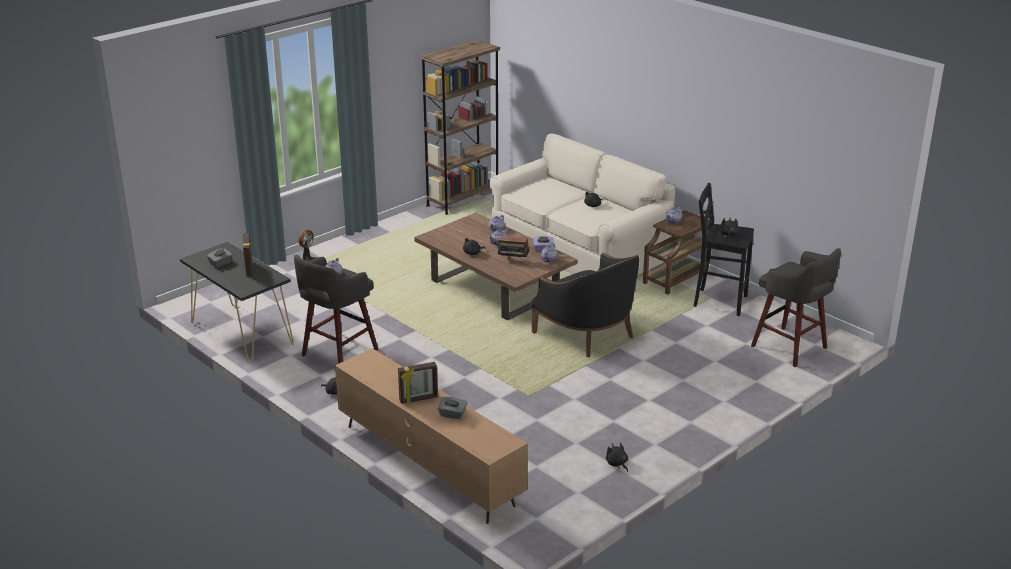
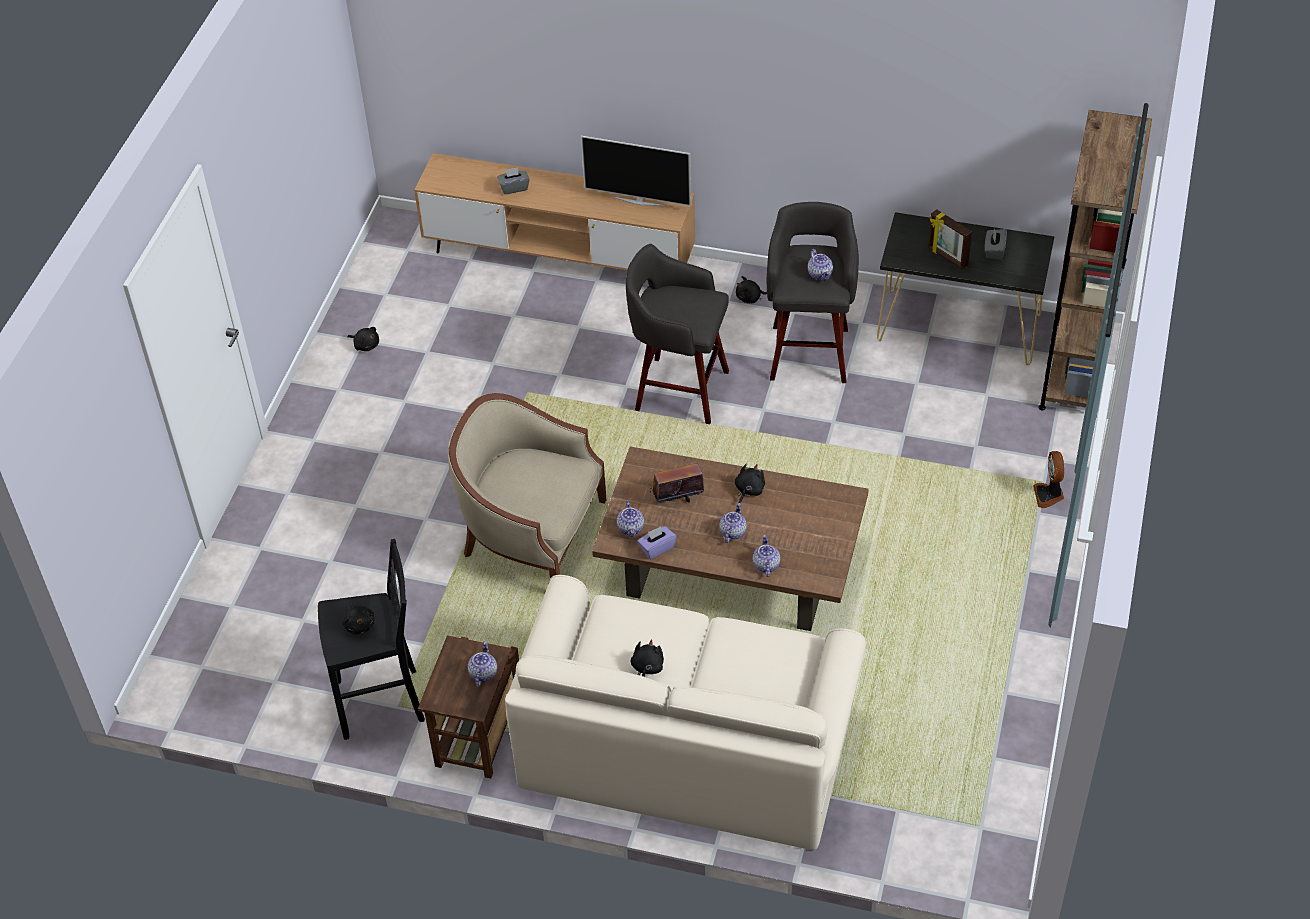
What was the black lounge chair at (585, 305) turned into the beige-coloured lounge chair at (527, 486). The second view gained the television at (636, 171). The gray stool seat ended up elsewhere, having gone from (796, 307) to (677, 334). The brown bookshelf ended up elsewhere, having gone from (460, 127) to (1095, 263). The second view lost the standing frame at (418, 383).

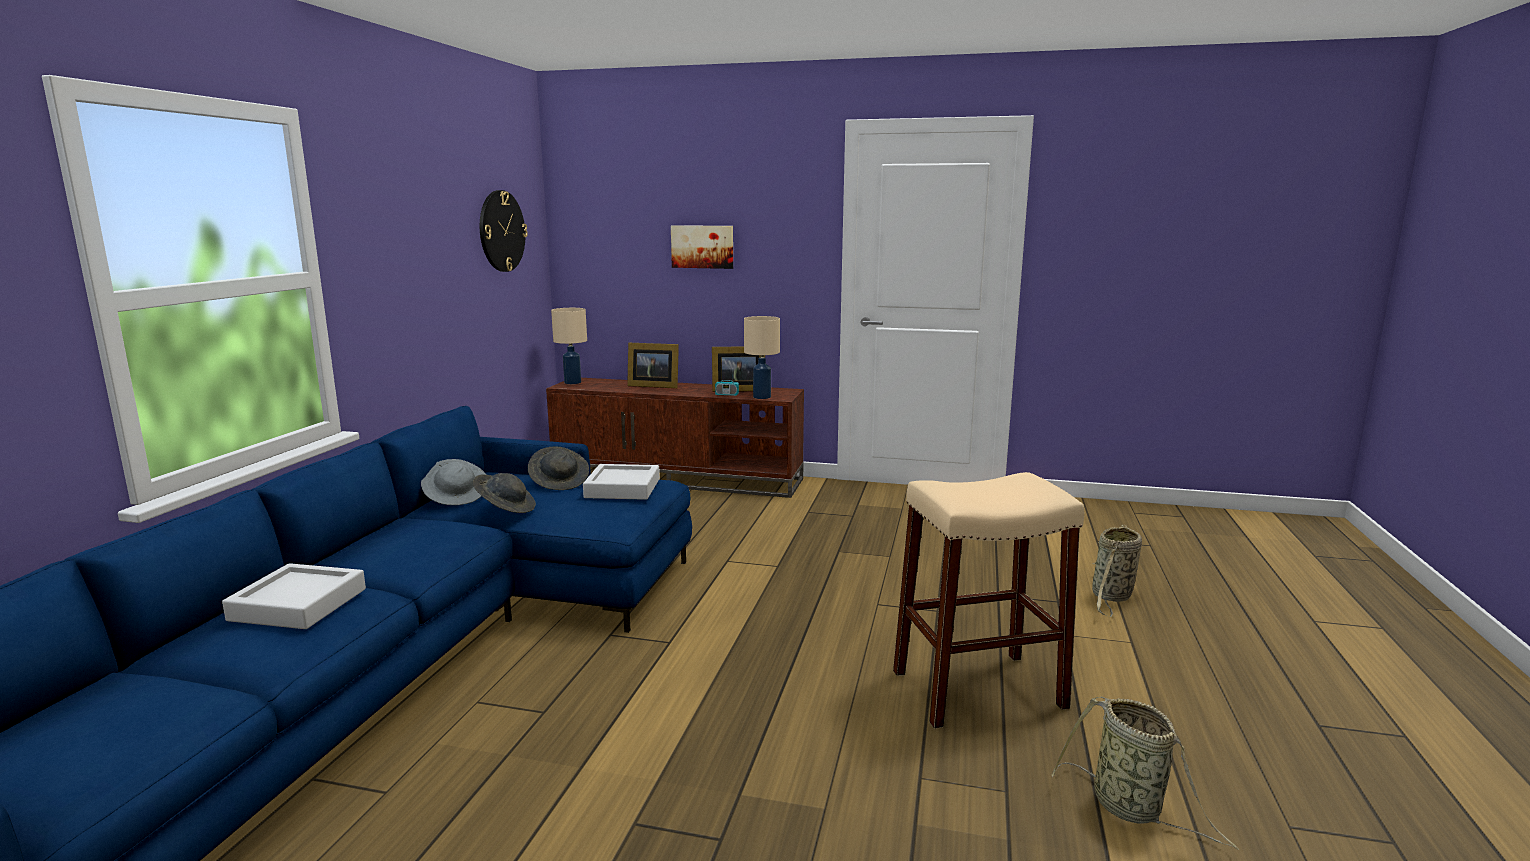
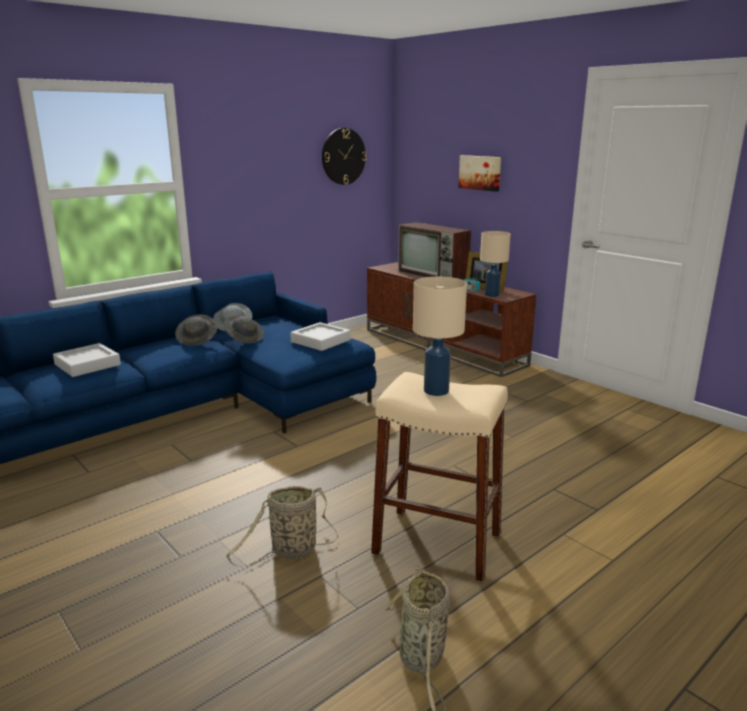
The gray hat ended up elsewhere, having gone from (558, 468) to (196, 330). The household basket ended up elsewhere, having gone from (1117, 571) to (282, 526). Where the standing frame stood at (653, 365), the television came to stand at (434, 251). The beige-coloured tabletop lamp ended up elsewhere, having gone from (569, 346) to (440, 336).

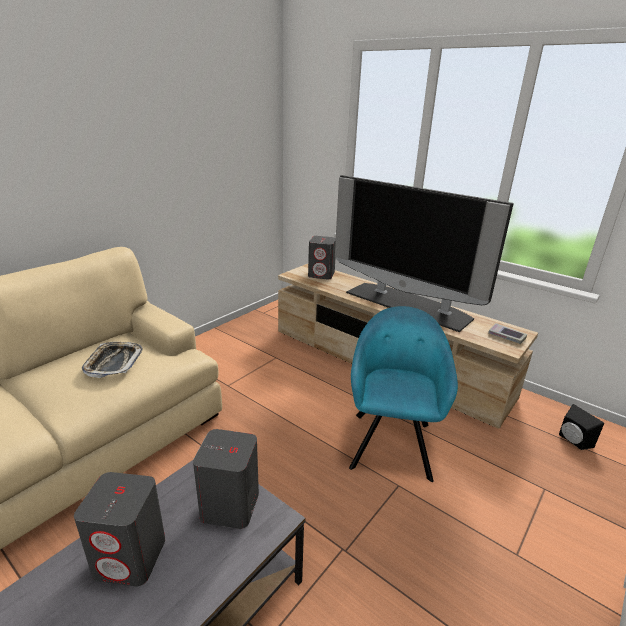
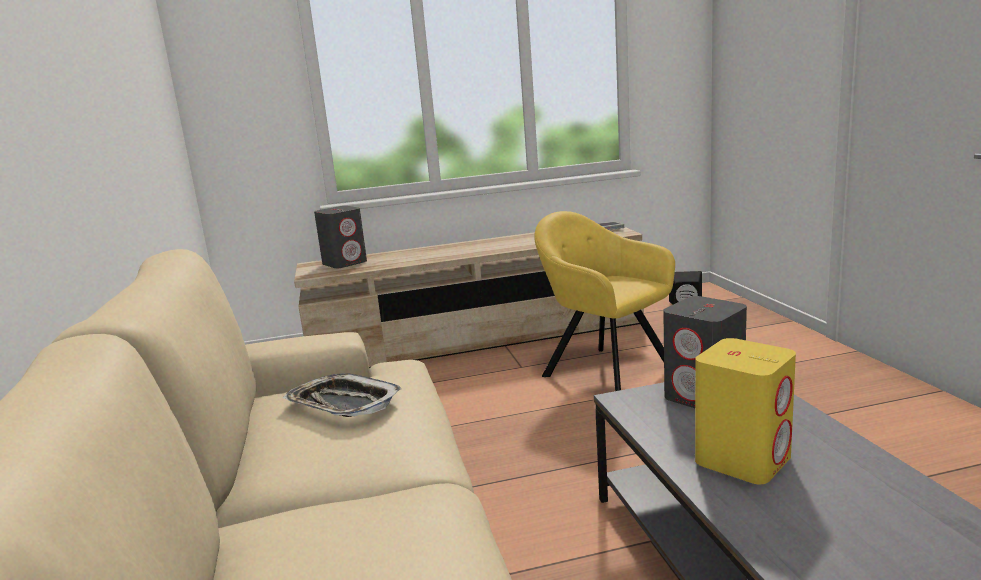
What was the turquoise lounge chair at (403, 394) turned into the yellow lounge chair at (604, 301). What was the gray loudspeaker at (119, 529) turned into the yellow loudspeaker at (745, 411). The second view lost the television at (424, 253).

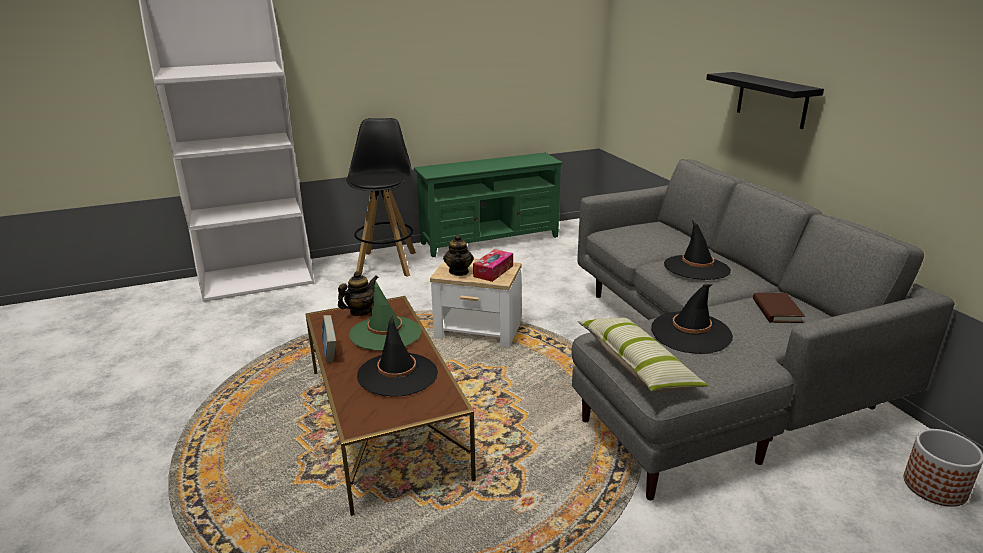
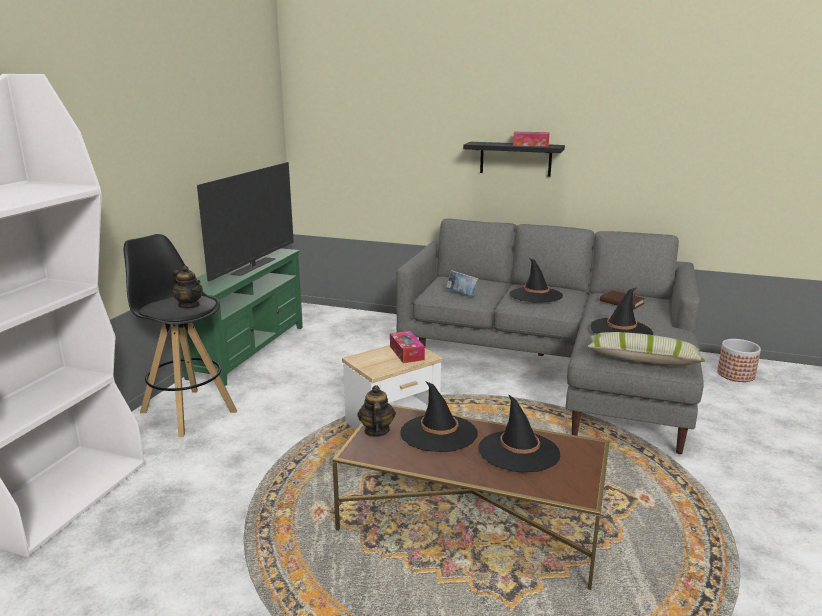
The tea pot ended up elsewhere, having gone from (458, 255) to (187, 287). The second view gained the television at (245, 221). What was the green hat at (385, 316) turned into the black hat at (439, 416). The bound book ended up elsewhere, having gone from (328, 338) to (462, 283). The second view gained the tissue box at (531, 139).

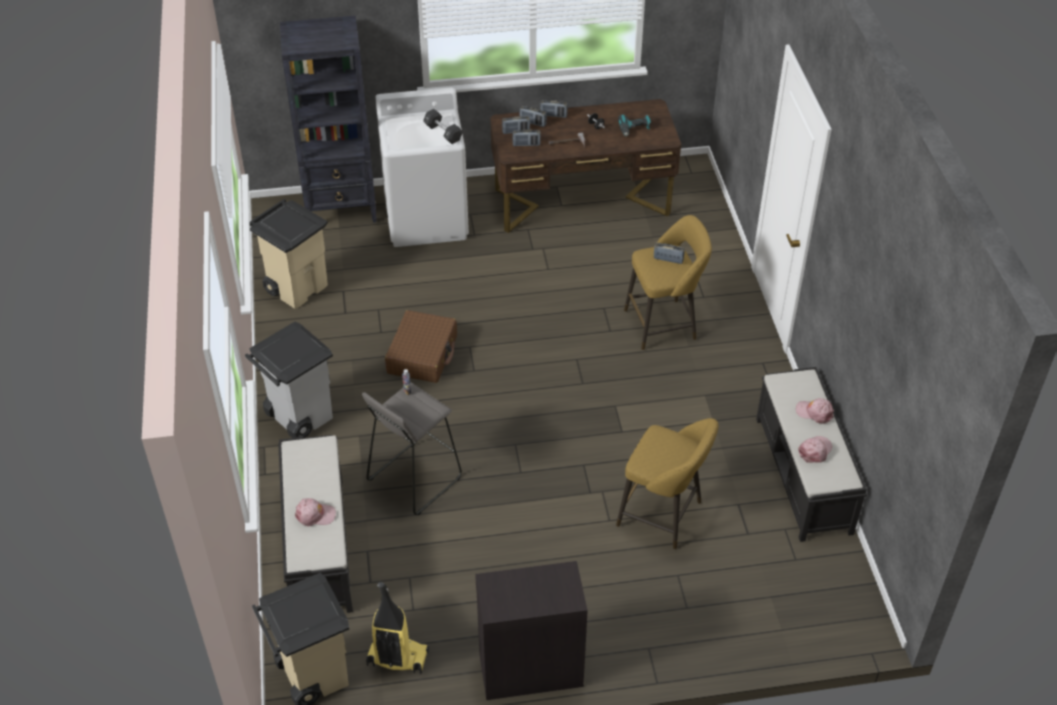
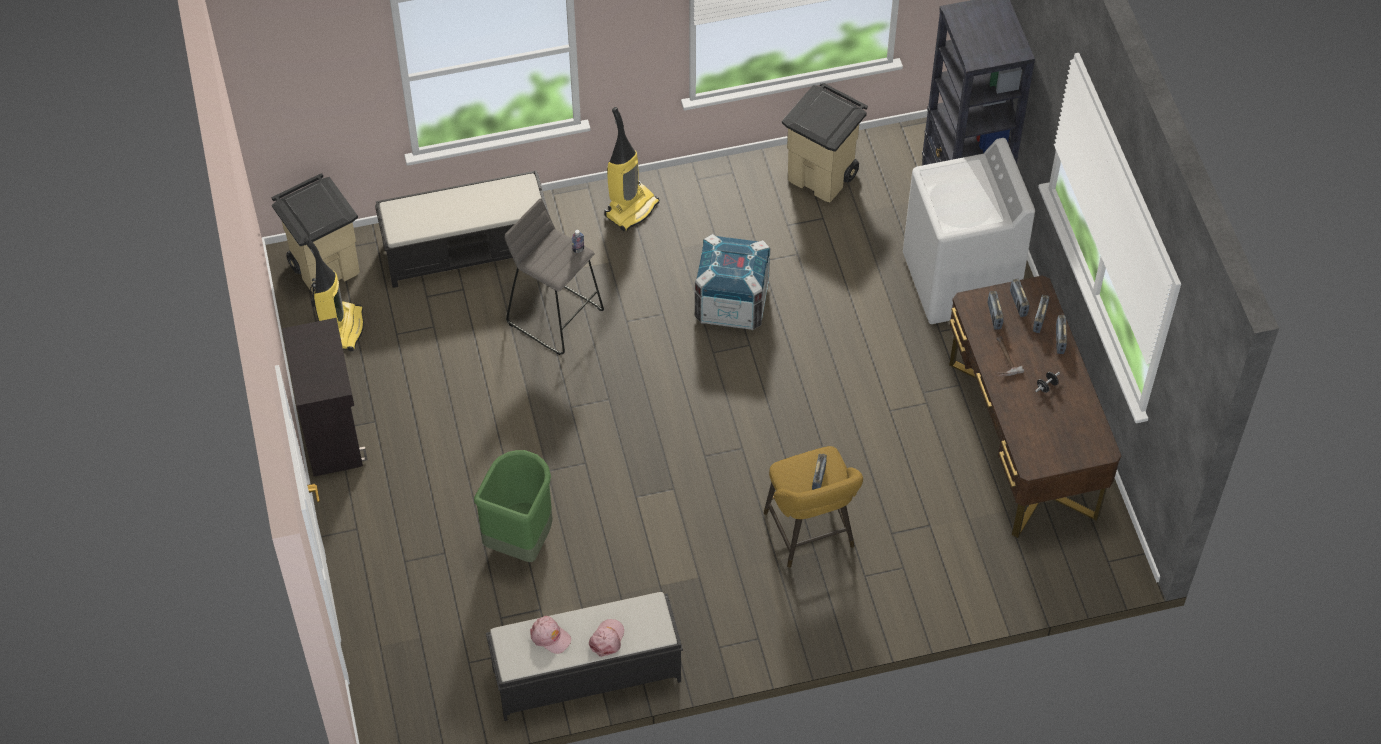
Where the yellow stool seat stood at (667, 483), the green trash can came to stand at (513, 506). Where the gray trash can stood at (289, 380), the vacuum cleaner came to stand at (632, 169). Where the brown piece of luggage stood at (421, 346), the crate came to stand at (732, 282). The second view lost the pinkish peaked cap at (315, 512). The second view lost the black hand weight at (443, 126). The second view lost the drill at (634, 125).

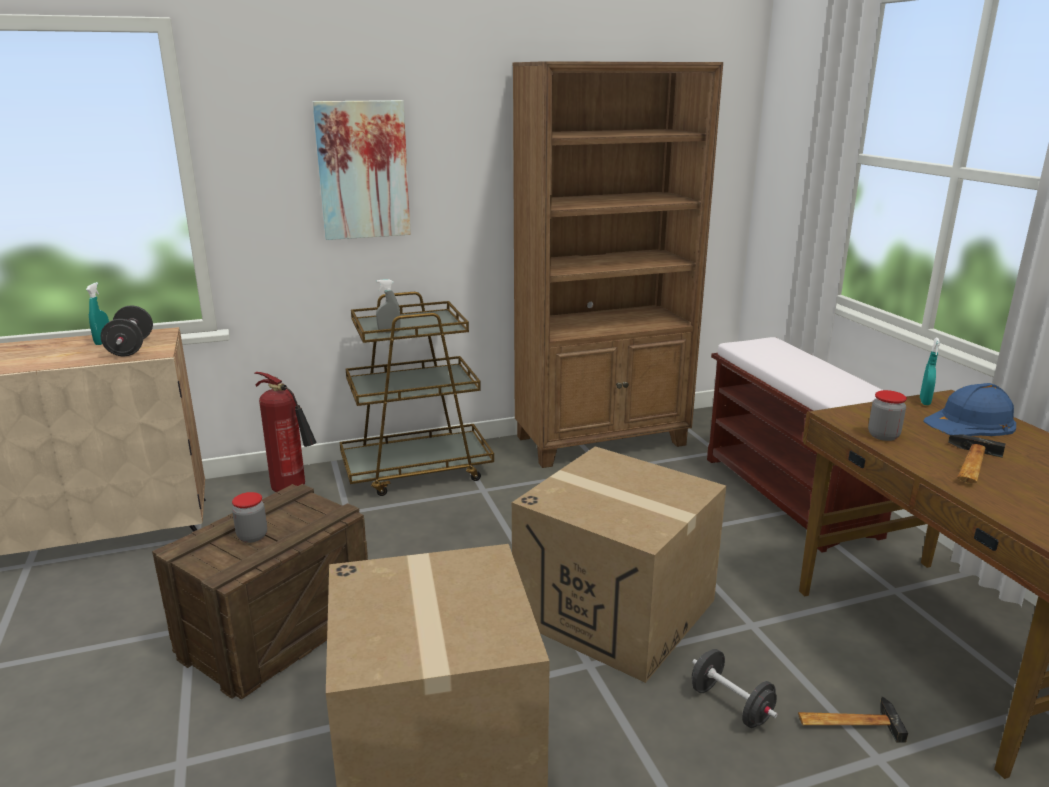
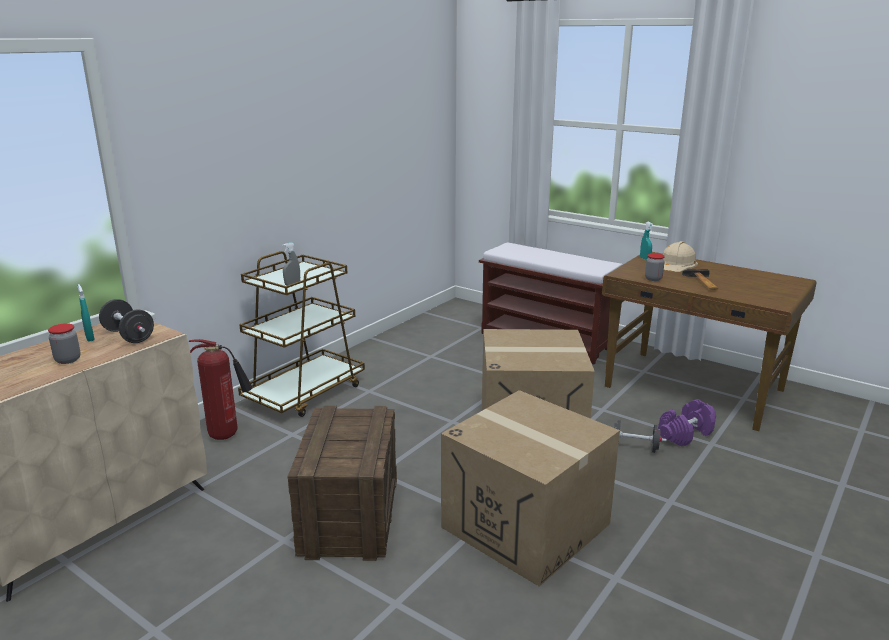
The jar ended up elsewhere, having gone from (249, 517) to (64, 343). Where the hammer stood at (853, 720), the purplish hand weight came to stand at (687, 422). What was the blue hard hat at (969, 409) turned into the beige-coloured hard hat at (680, 256). The second view lost the wall art at (362, 170). The second view lost the brown bookshelf at (618, 264).

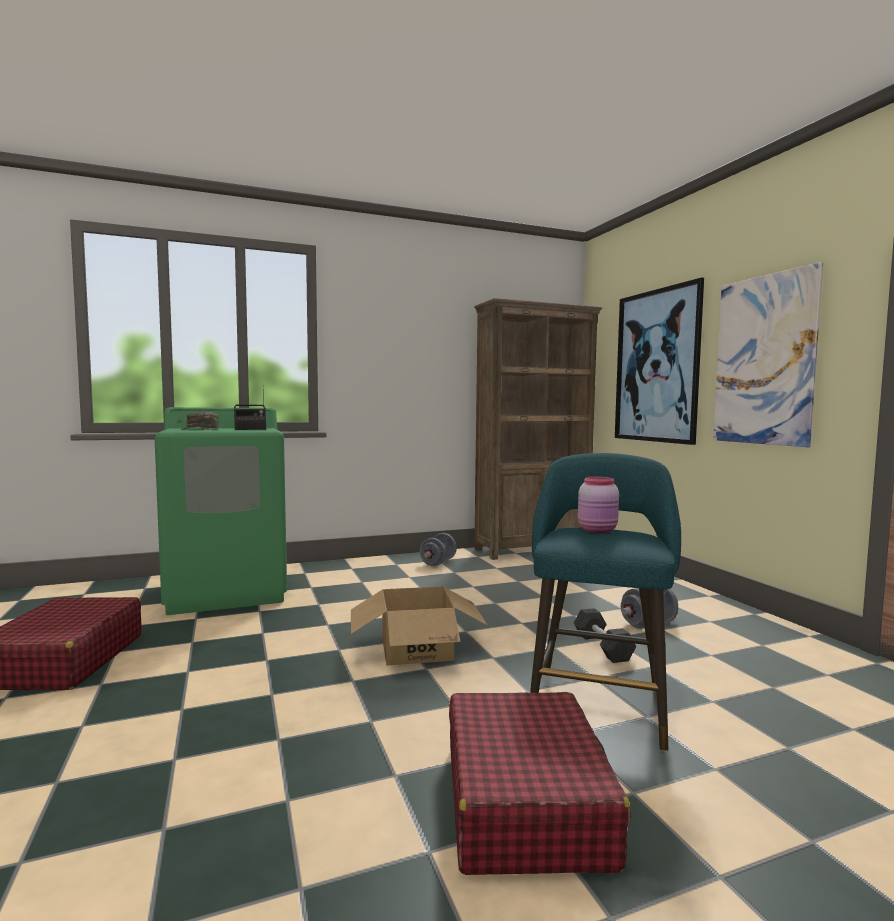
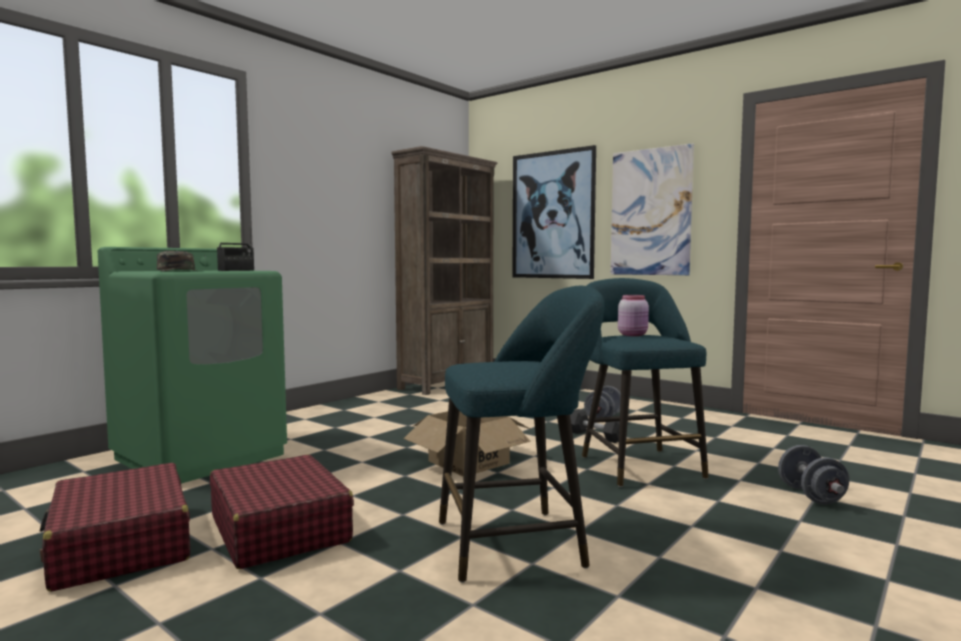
The red-coloured piece of luggage ended up elsewhere, having gone from (540, 783) to (282, 512). The second view gained the turquoise stool seat at (521, 434). The gray hand weight ended up elsewhere, having gone from (438, 549) to (813, 475).

